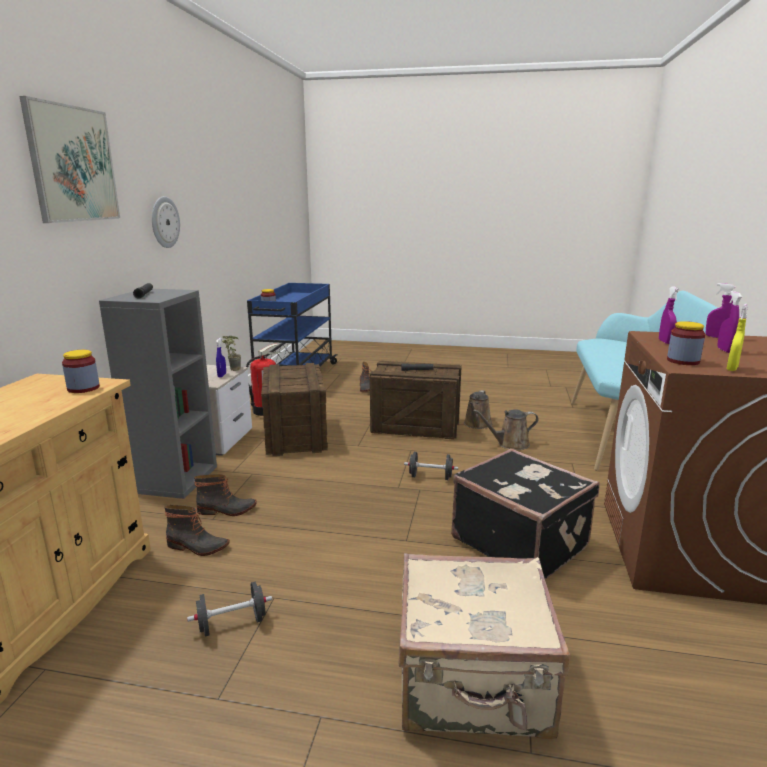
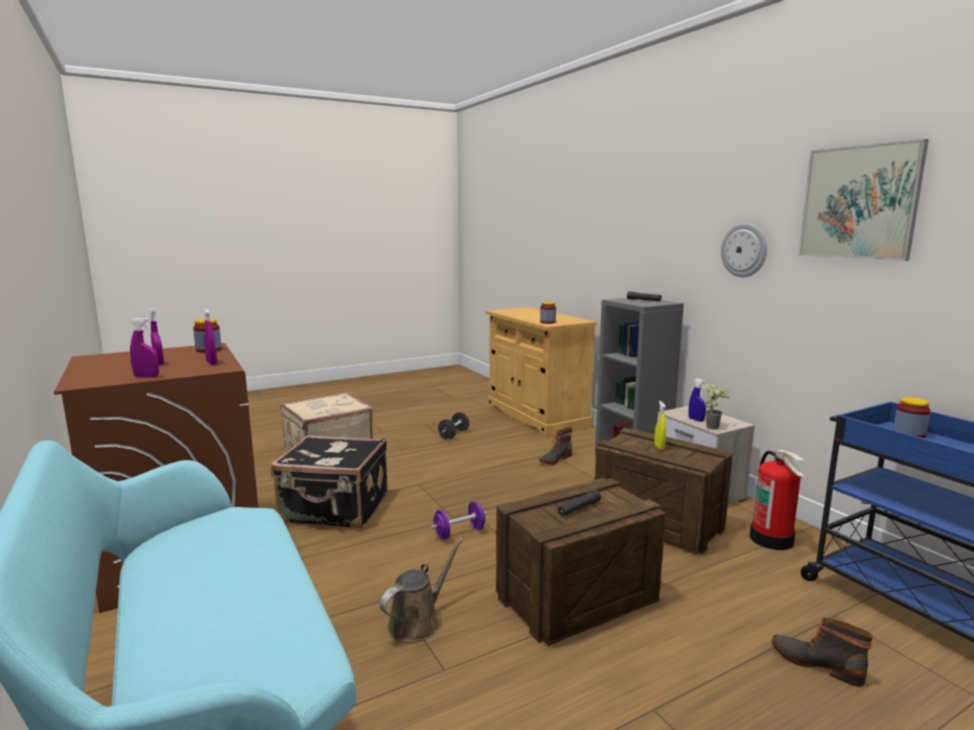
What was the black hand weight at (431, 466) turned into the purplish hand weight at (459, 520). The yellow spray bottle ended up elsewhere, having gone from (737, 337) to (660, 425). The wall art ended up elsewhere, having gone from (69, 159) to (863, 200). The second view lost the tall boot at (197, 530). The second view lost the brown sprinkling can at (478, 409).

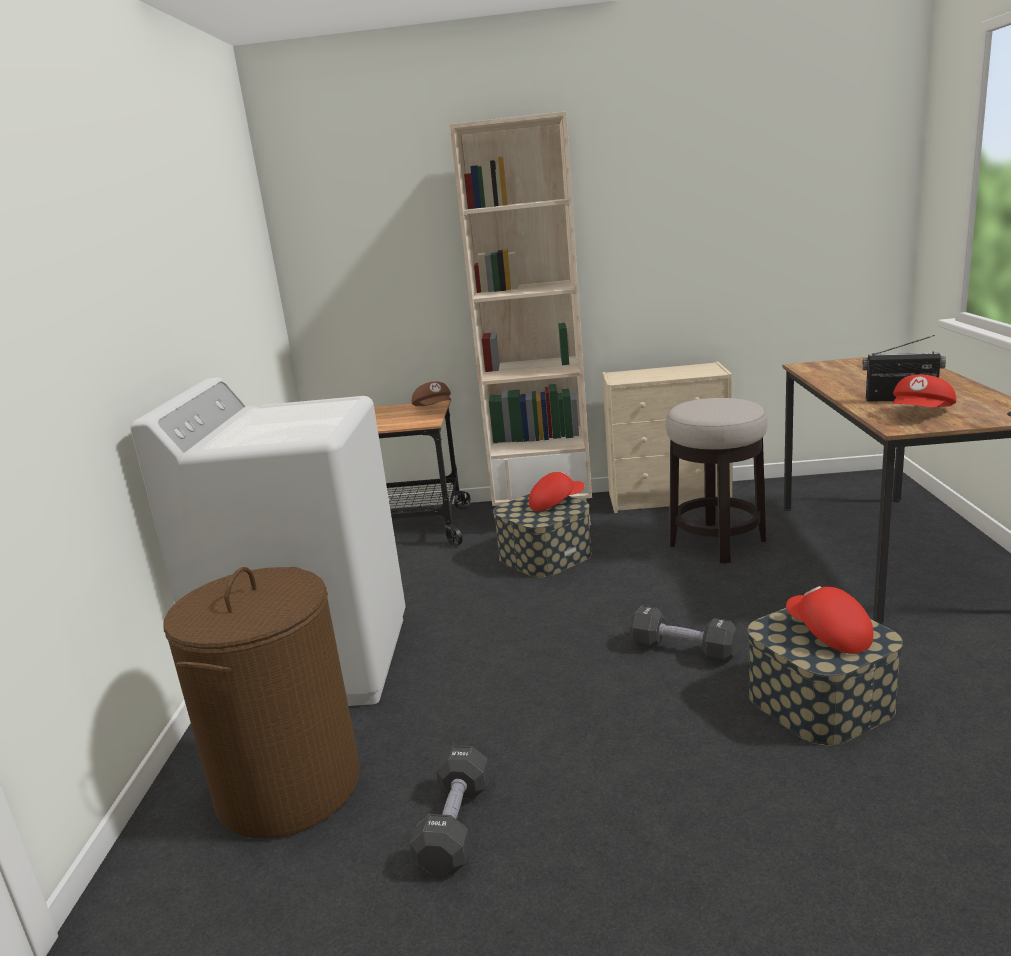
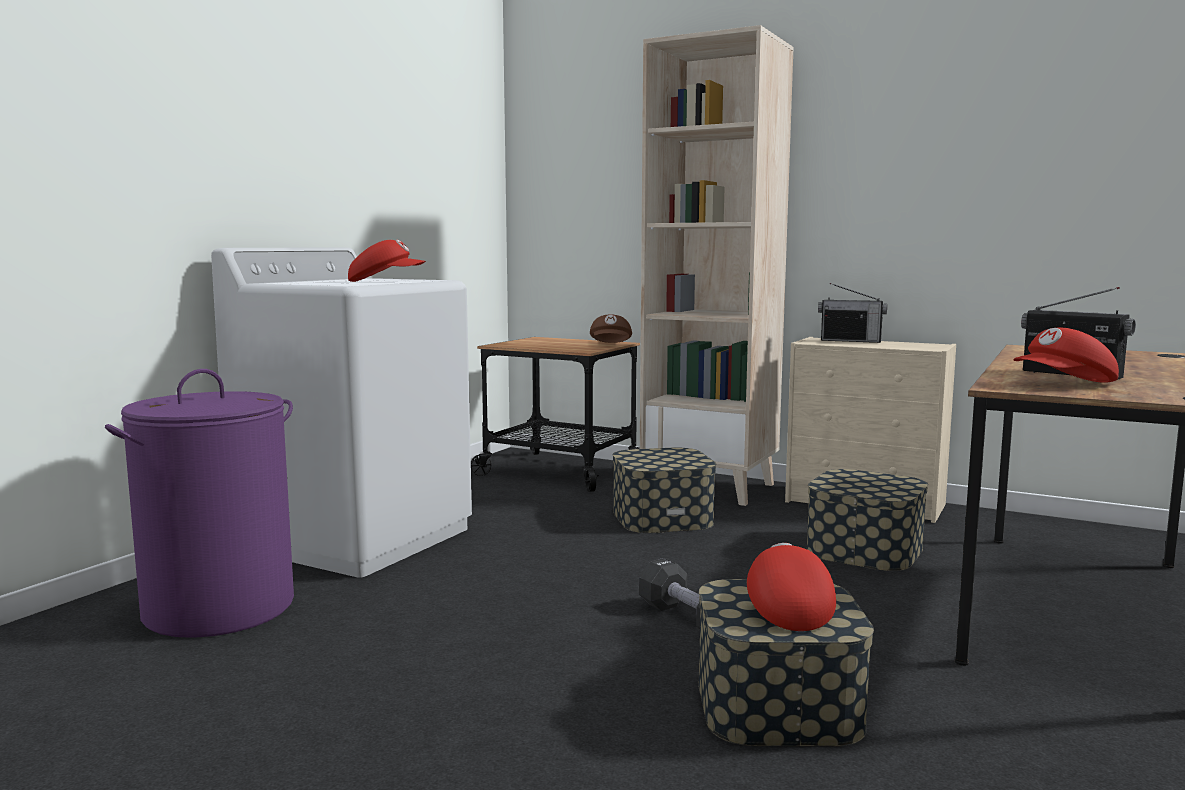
What was the brown washing basket at (261, 703) turned into the purplish washing basket at (199, 503). The red-coloured peaked cap ended up elsewhere, having gone from (557, 491) to (387, 261). Where the stool seat stood at (717, 481), the storage container came to stand at (867, 520). The second view gained the radio at (852, 313). The second view lost the black hand weight at (449, 810).

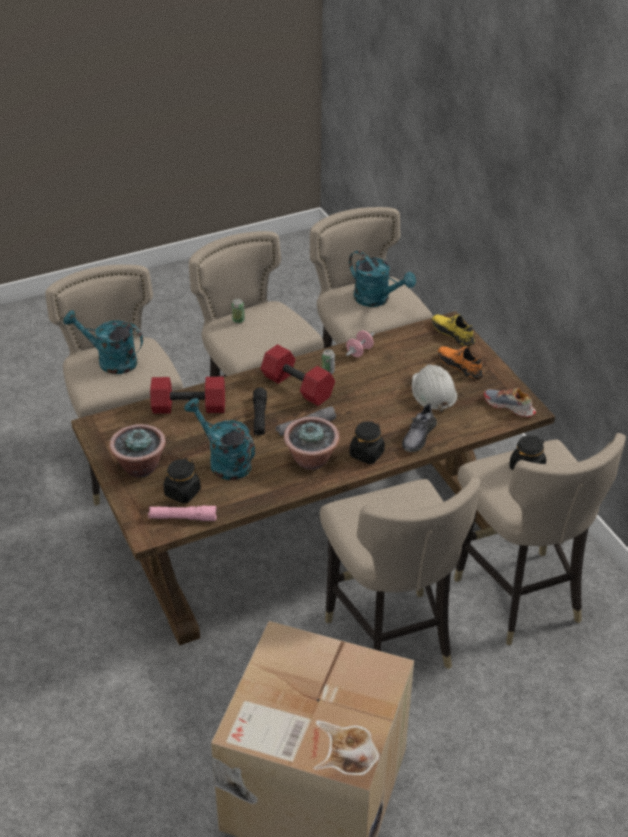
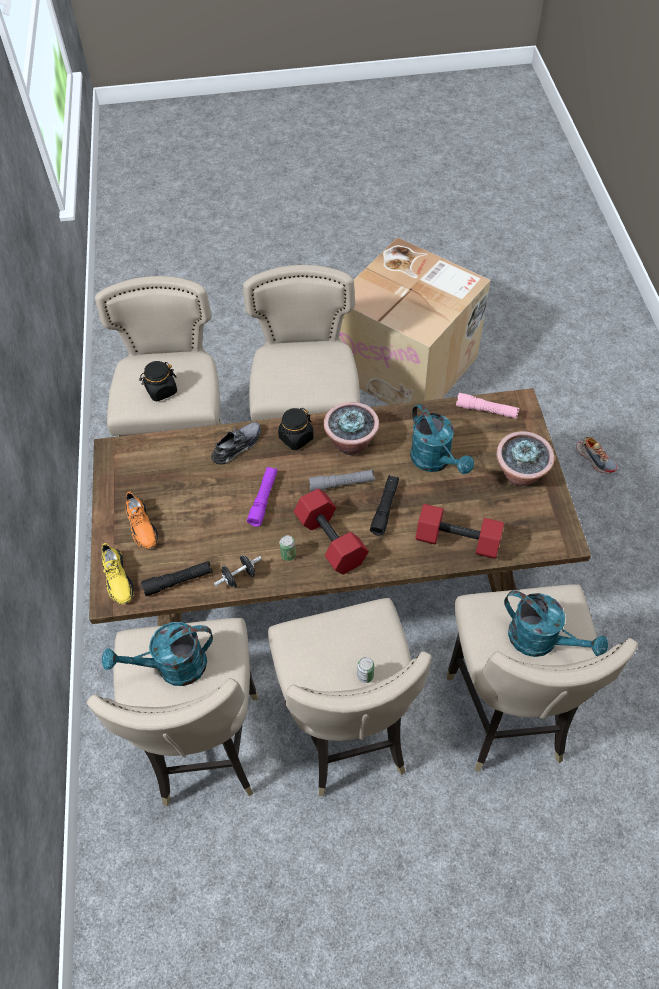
The turquoise sprinkling can at (382, 279) ended up facing another way, 75 degrees counterclockwise from before. The second view gained the black hand torch at (177, 578). What was the pinkish hand weight at (360, 344) turned into the black hand weight at (238, 571). The second view gained the purplish hand torch at (262, 497). The shoe ended up elsewhere, having gone from (510, 402) to (597, 455). The second view lost the black jar at (182, 480). The second view lost the white hard hat at (434, 388).

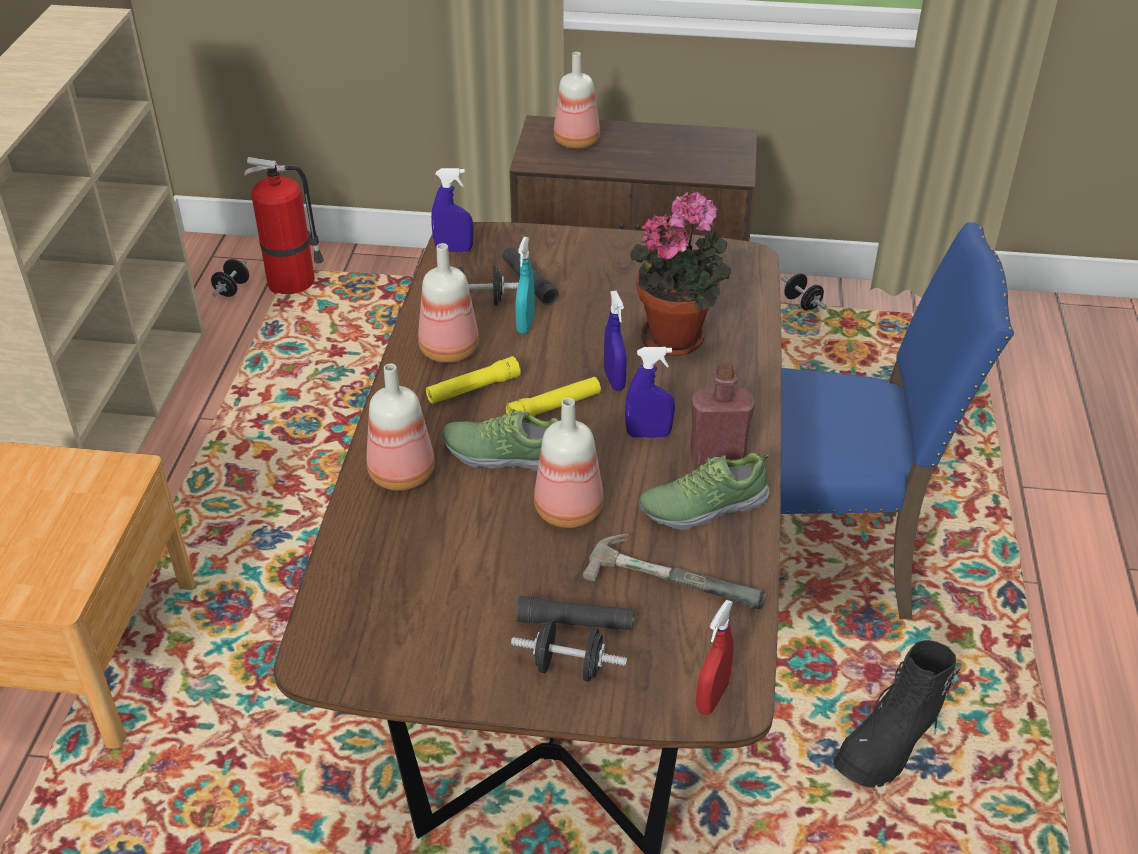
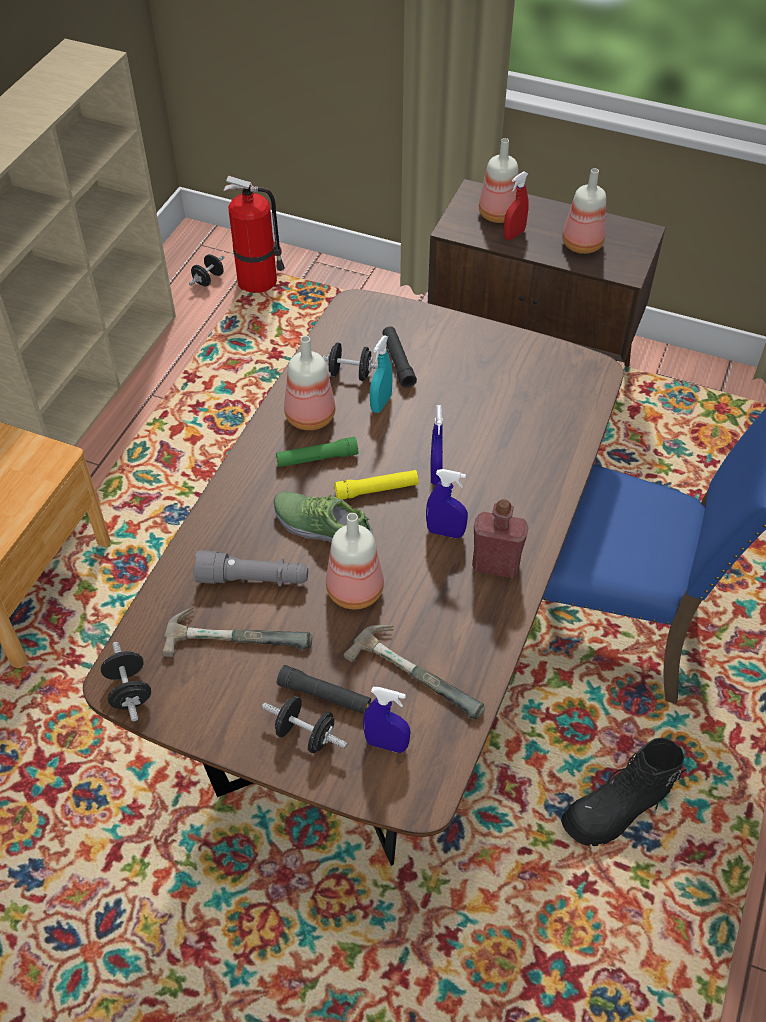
The black hand weight ended up elsewhere, having gone from (804, 292) to (126, 682). The second view gained the hammer at (237, 632). The second view gained the gray hand torch at (250, 568). What was the yellow hand torch at (473, 380) turned into the green hand torch at (317, 452). The blue spray bottle ended up elsewhere, having gone from (452, 210) to (386, 720). The red-coloured spray bottle ended up elsewhere, having gone from (715, 657) to (516, 205). The drink bottle ended up elsewhere, having gone from (401, 427) to (584, 211). The second view lost the houseplant at (680, 274). The second view lost the shoe at (704, 491).

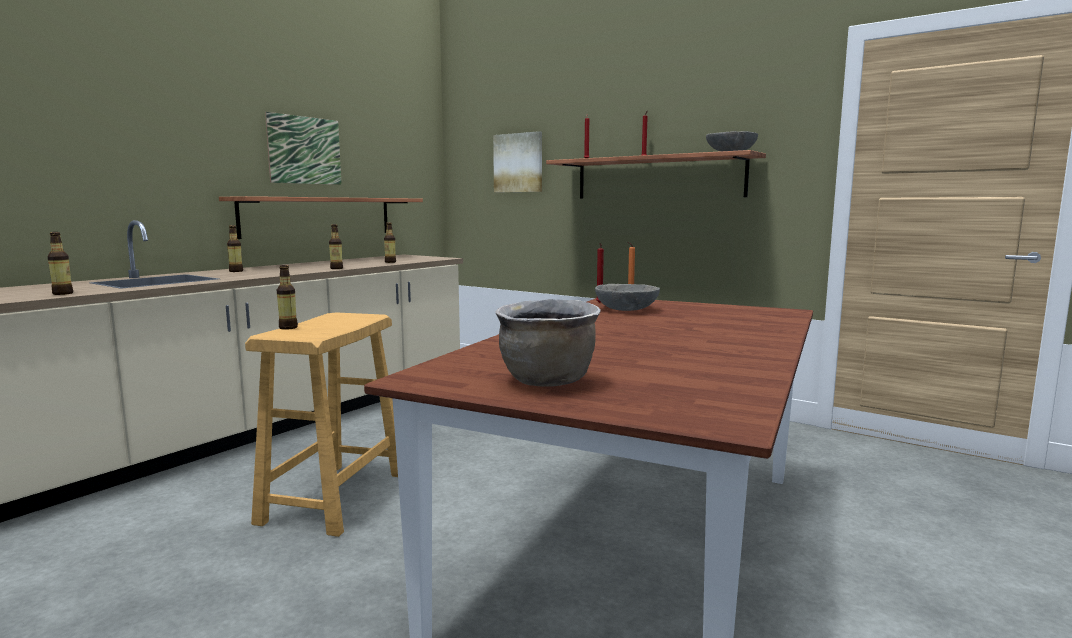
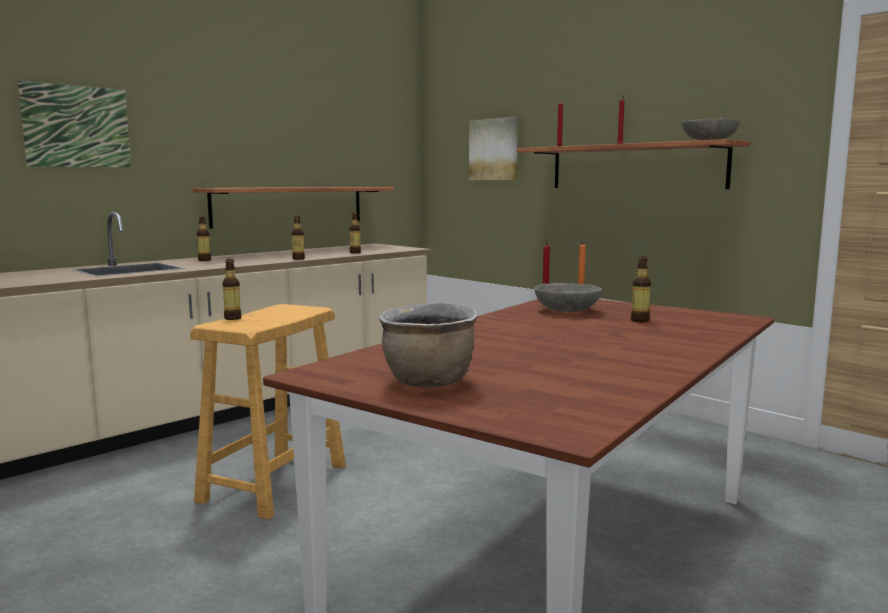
The wall art ended up elsewhere, having gone from (303, 148) to (74, 124). The drink bottle ended up elsewhere, having gone from (60, 263) to (641, 289).

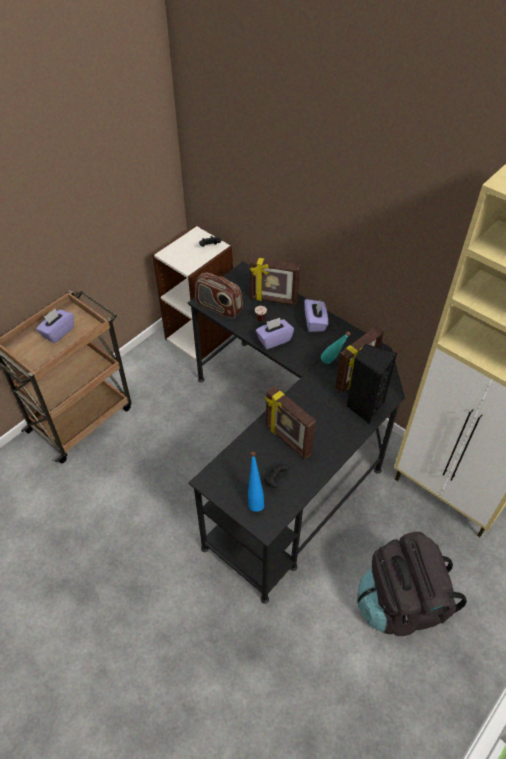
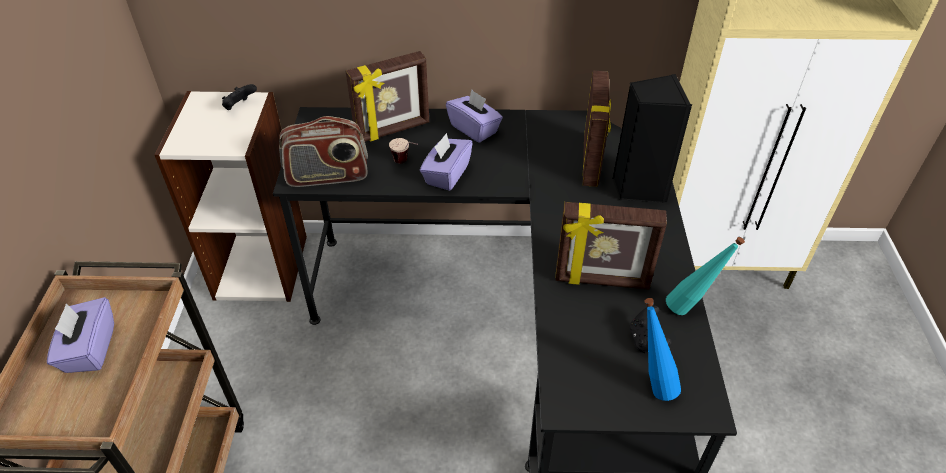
The turquoise drink bottle ended up elsewhere, having gone from (335, 348) to (705, 276). The second view lost the black backpack at (412, 584).

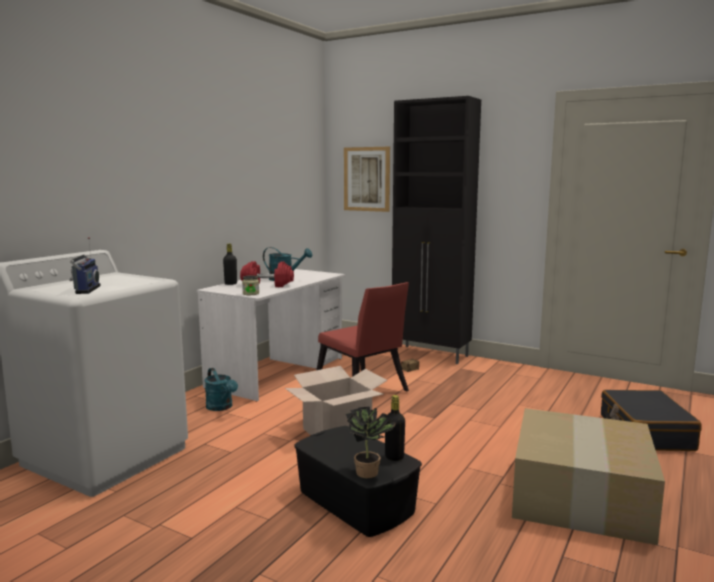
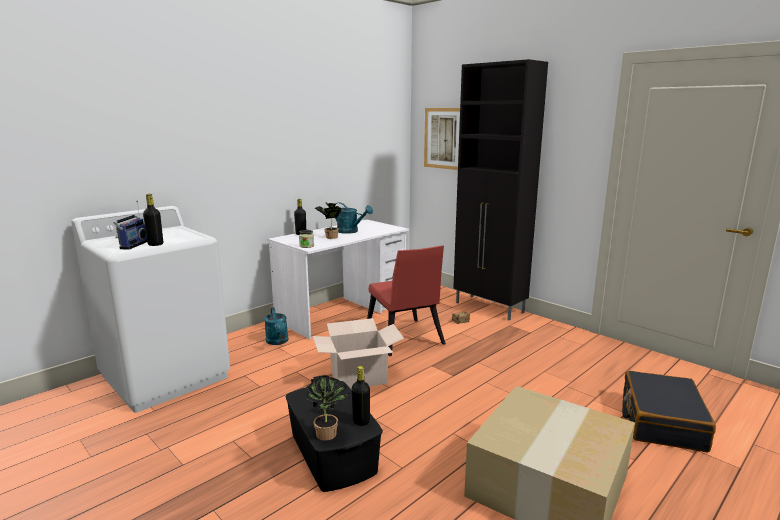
The second view gained the black drink bottle at (153, 220). Where the red-coloured hand weight stood at (267, 274), the houseplant came to stand at (328, 220).

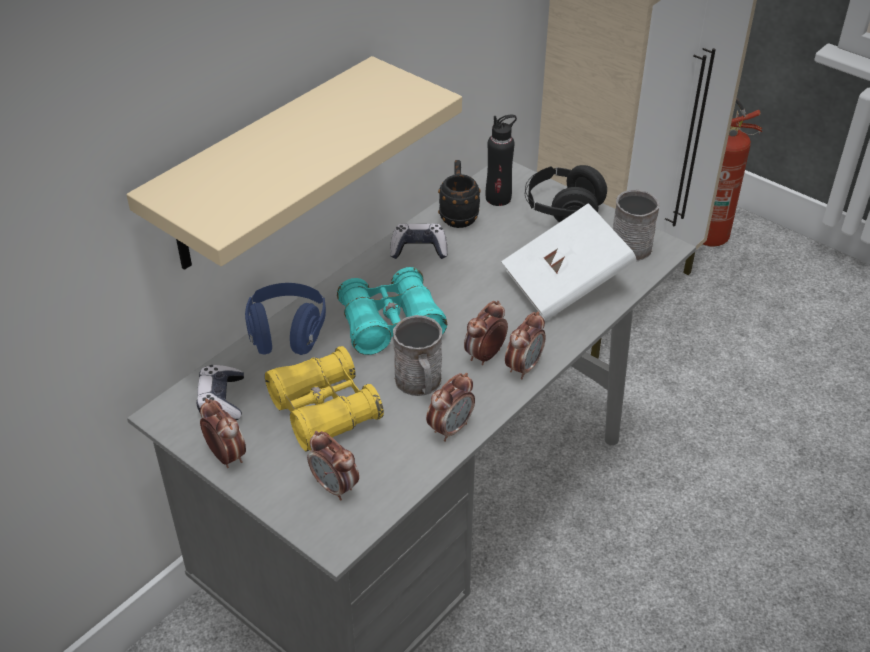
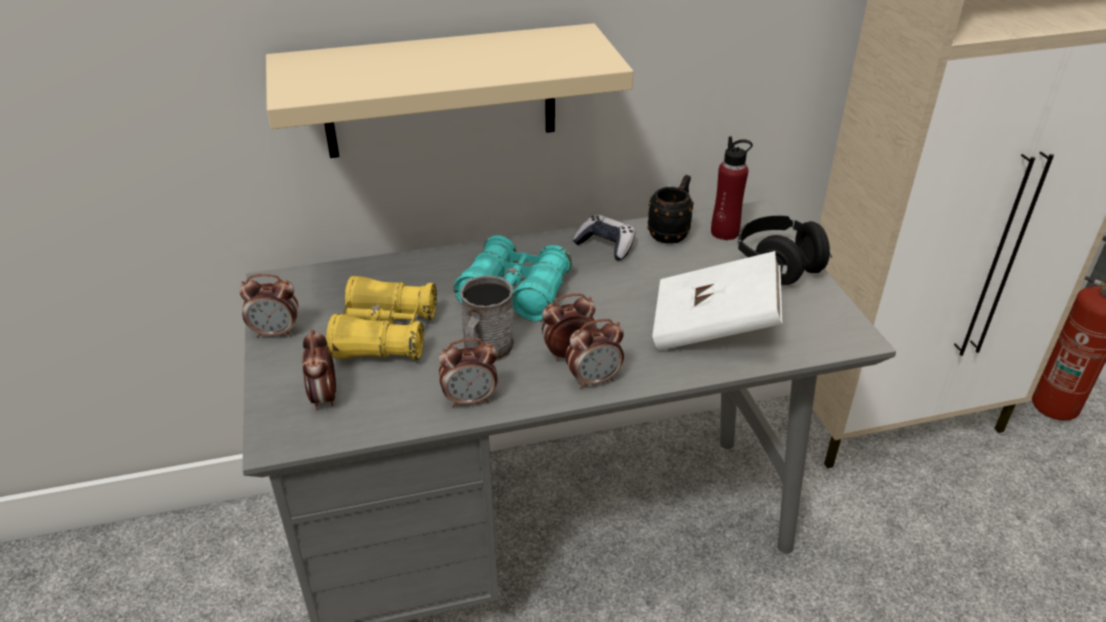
The alarm clock at (223, 433) ended up facing another way, 90 degrees clockwise from before. What was the black drink bottle at (501, 160) turned into the red-coloured drink bottle at (732, 188). The second view lost the joypad at (220, 392). The second view lost the blue headphones at (285, 319). The second view lost the gray mug at (636, 225).

